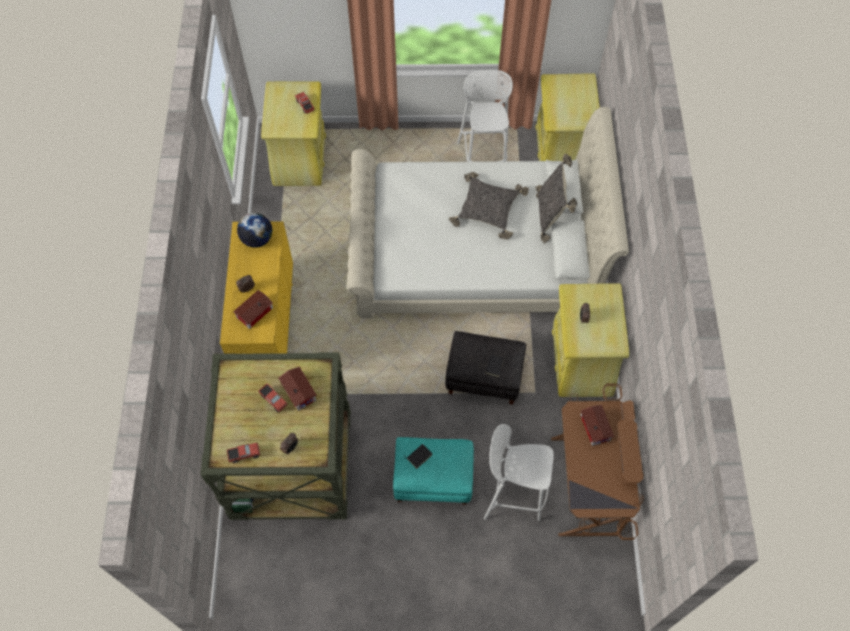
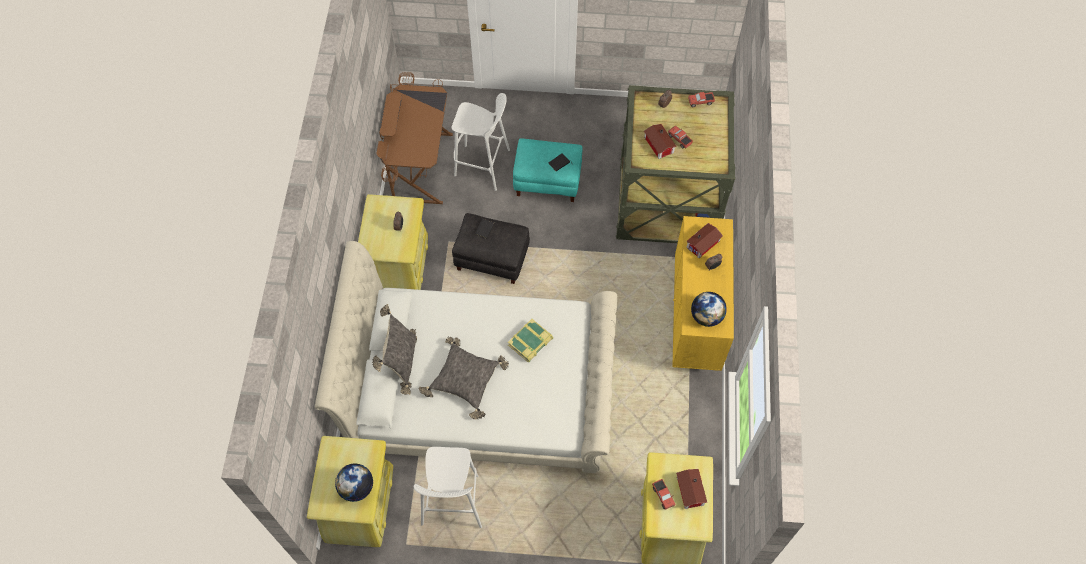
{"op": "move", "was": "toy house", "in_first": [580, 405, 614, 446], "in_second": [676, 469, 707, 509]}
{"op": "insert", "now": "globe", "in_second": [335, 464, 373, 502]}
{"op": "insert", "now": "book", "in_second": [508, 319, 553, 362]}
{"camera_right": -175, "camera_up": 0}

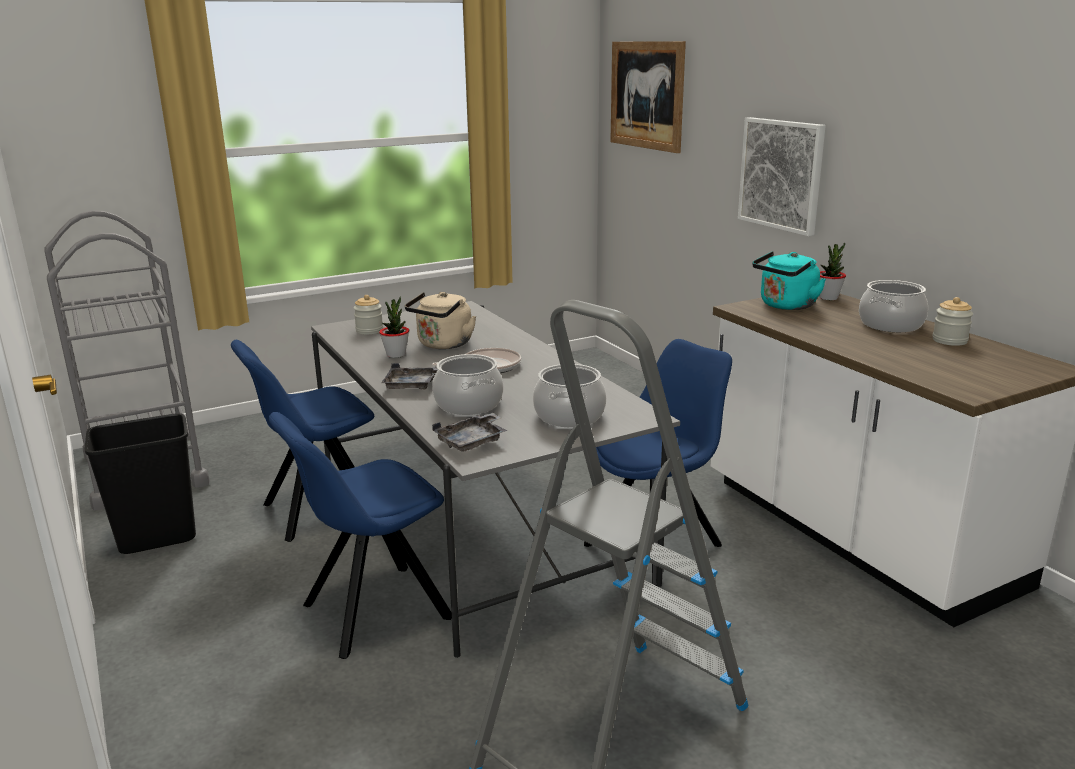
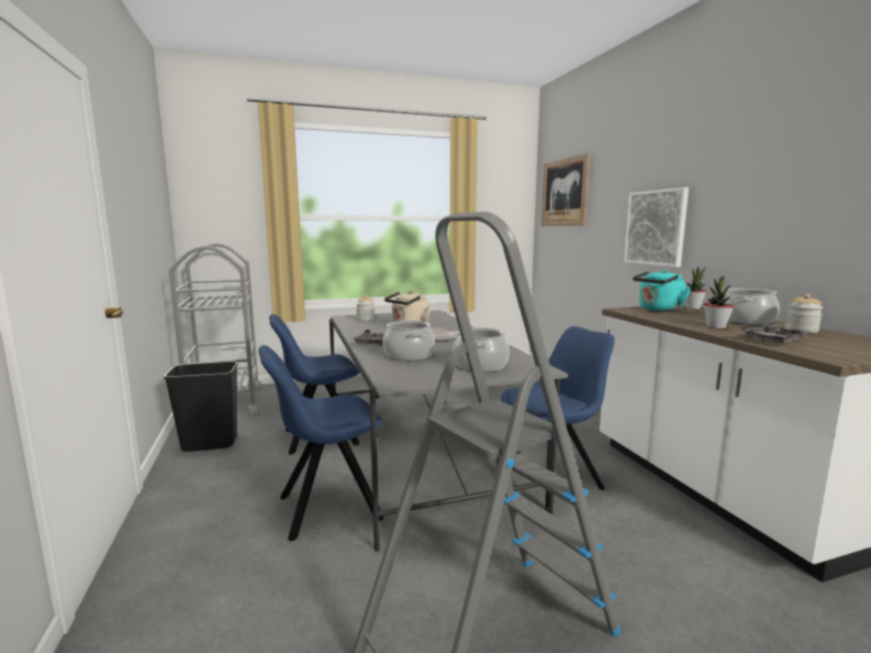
{"op": "move", "was": "potted plant", "in_first": [379, 296, 409, 358], "in_second": [704, 276, 734, 329]}
{"op": "move", "was": "tray (grey)", "in_first": [432, 413, 507, 452], "in_second": [741, 325, 809, 344]}
{"camera_right": 10, "camera_up": -10}

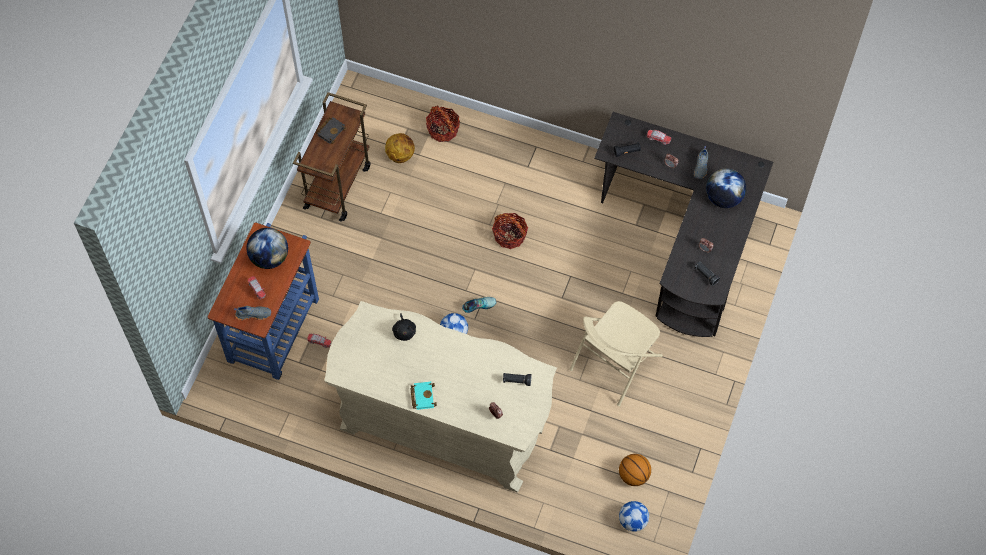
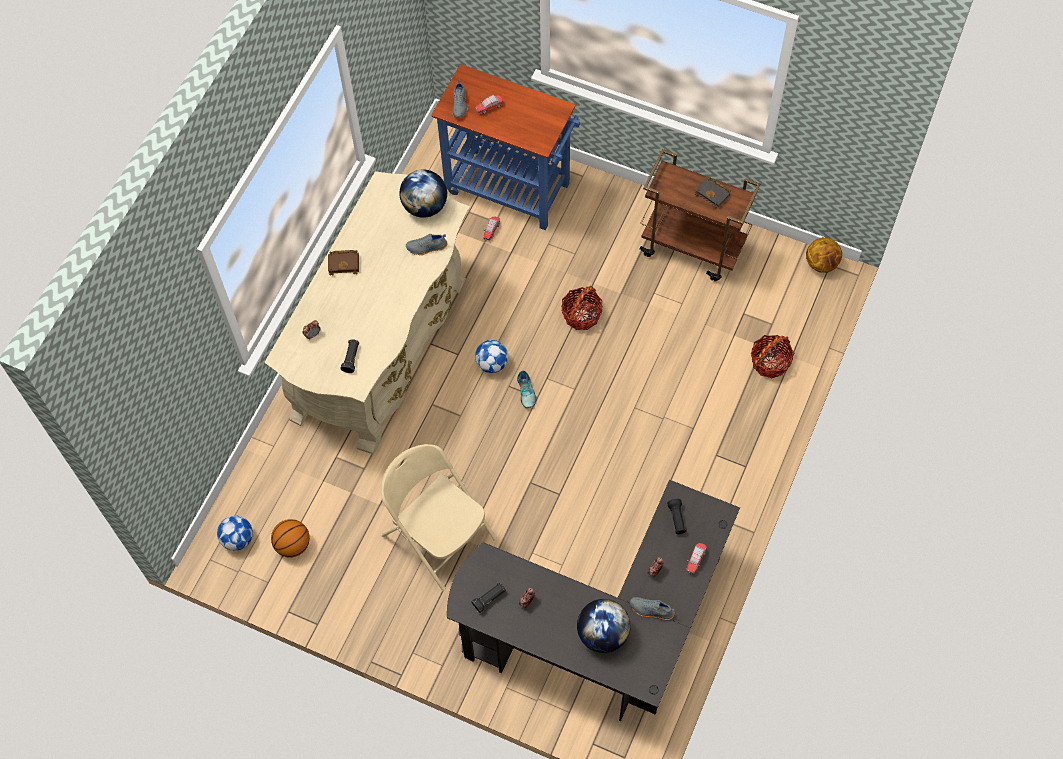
{"op": "move", "was": "globe", "in_first": [246, 228, 288, 269], "in_second": [399, 170, 447, 218]}
{"op": "move", "was": "basketball", "in_first": [385, 133, 415, 163], "in_second": [806, 237, 842, 273]}
{"op": "replace", "was": "plush toy (black)", "now": "shoe (grey)", "in_first": [392, 313, 416, 341], "in_second": [406, 234, 448, 255]}
{"op": "recolor", "was": "book (turquoise)", "now": "book (brown)", "in_first": [410, 382, 437, 410], "in_second": [328, 250, 359, 276]}
{"op": "move", "was": "basket", "in_first": [492, 213, 528, 249], "in_second": [561, 286, 603, 330]}
{"camera_right": 95, "camera_up": 0}

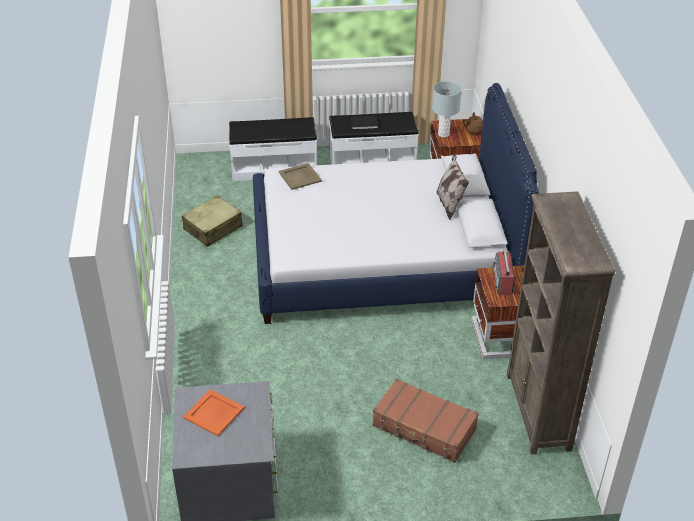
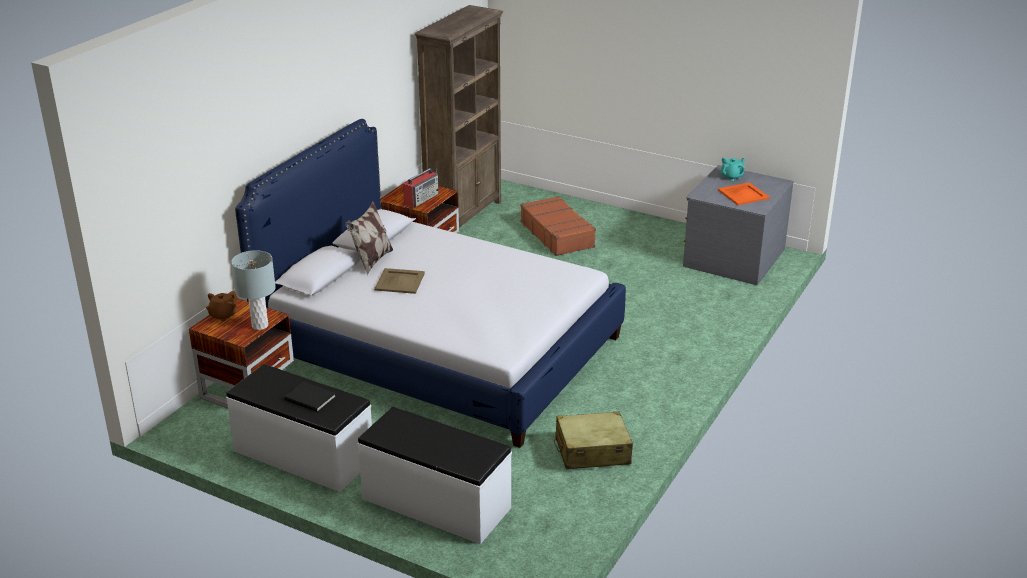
{"op": "move", "was": "tray (beige)", "in_first": [279, 163, 322, 190], "in_second": [374, 268, 425, 294]}
{"op": "insert", "now": "teapot (turquoise)", "in_second": [721, 157, 745, 181]}
{"camera_right": -145, "camera_up": -10}

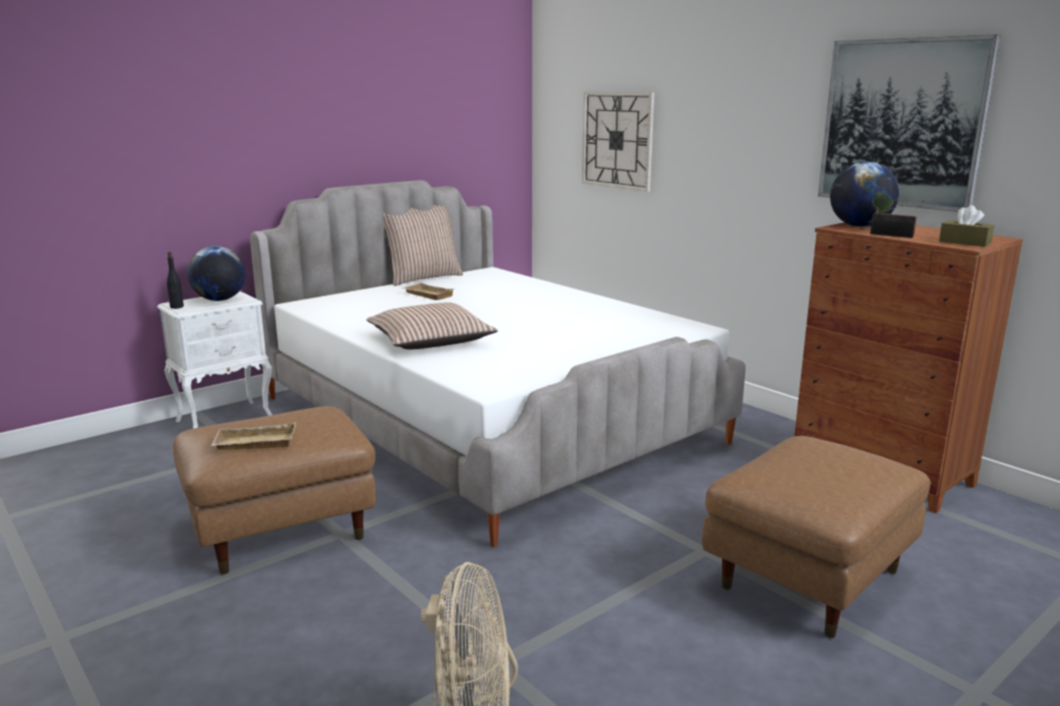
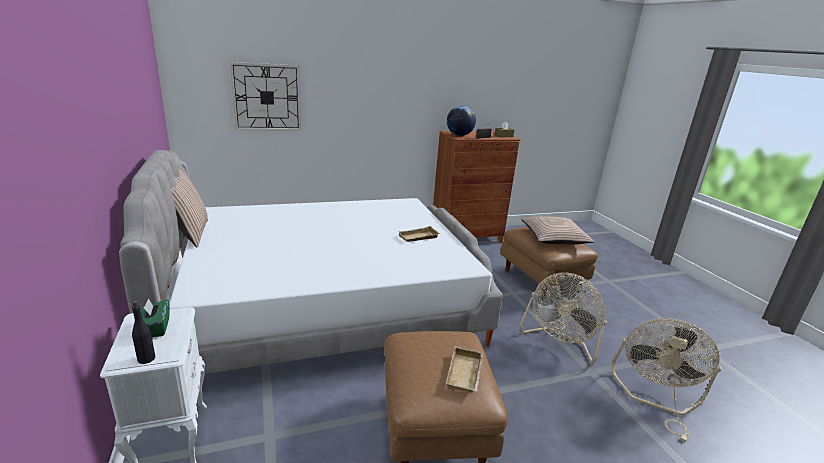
{"op": "replace", "was": "globe", "now": "tissue box (green)", "in_first": [187, 246, 246, 301], "in_second": [141, 298, 170, 337]}
{"op": "move", "was": "pillow", "in_first": [366, 303, 498, 350], "in_second": [521, 216, 595, 245]}
{"op": "move", "was": "tray (beige)", "in_first": [404, 283, 454, 300], "in_second": [398, 226, 440, 242]}
{"op": "delete", "was": "picture", "in_first": [818, 34, 1001, 212]}
{"op": "insert", "now": "fan (beige)", "in_second": [520, 272, 607, 366]}
{"camera_right": -70, "camera_up": 5}

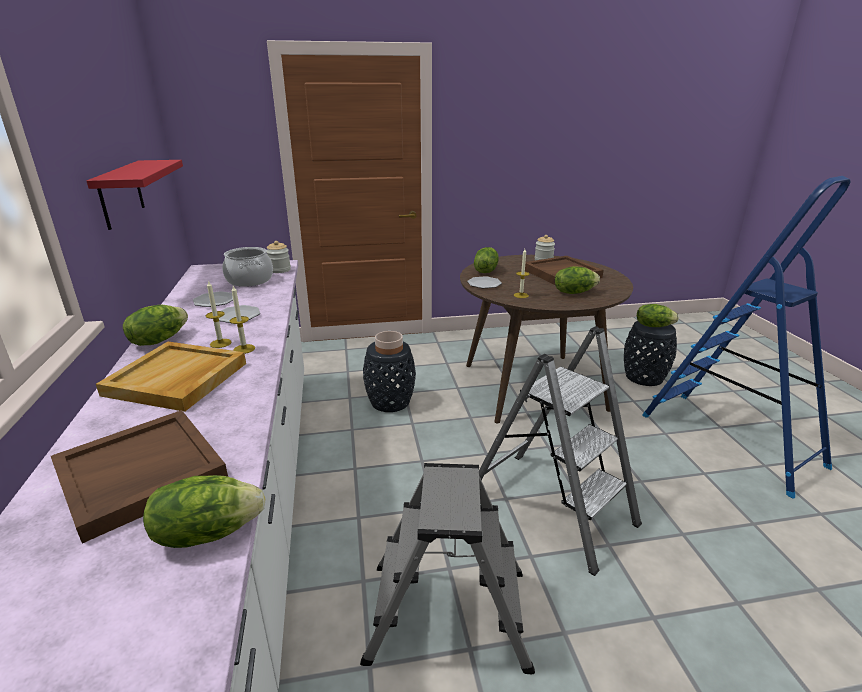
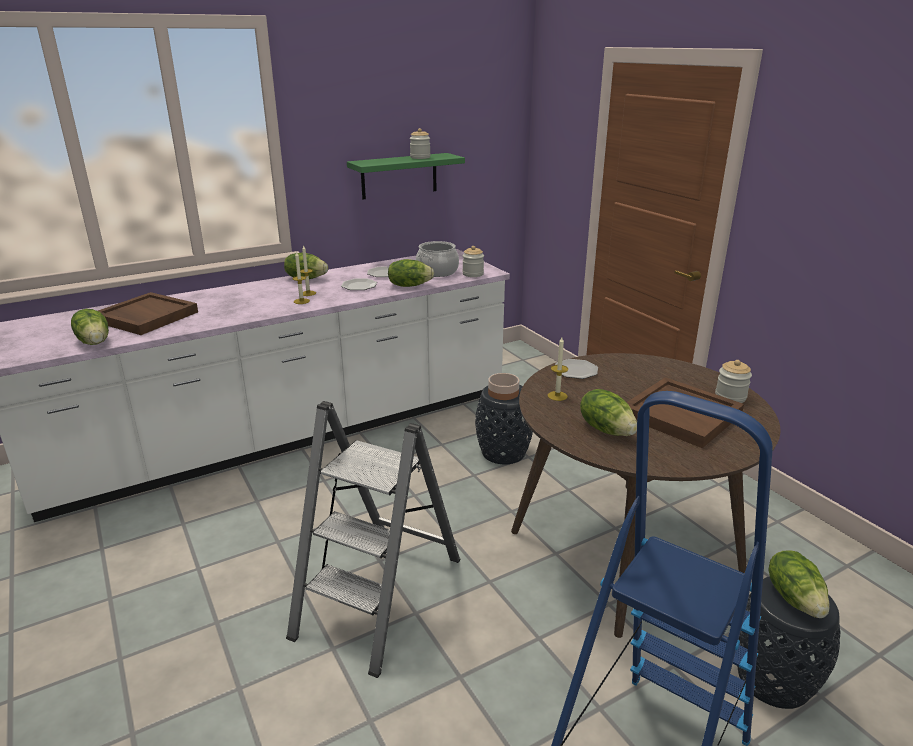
{"op": "recolor", "was": "shelf (red)", "now": "shelf (green)", "in_first": [87, 160, 183, 230], "in_second": [347, 153, 465, 199]}
{"op": "delete", "was": "tray (beige)", "in_first": [96, 342, 246, 412]}
{"op": "delete", "was": "step ladder (grey)", "in_first": [360, 463, 535, 674]}
{"op": "move", "was": "lettuce", "in_first": [474, 247, 499, 273], "in_second": [388, 259, 434, 287]}
{"op": "insert", "now": "jar", "in_second": [410, 128, 430, 159]}
{"camera_right": 70, "camera_up": 0}

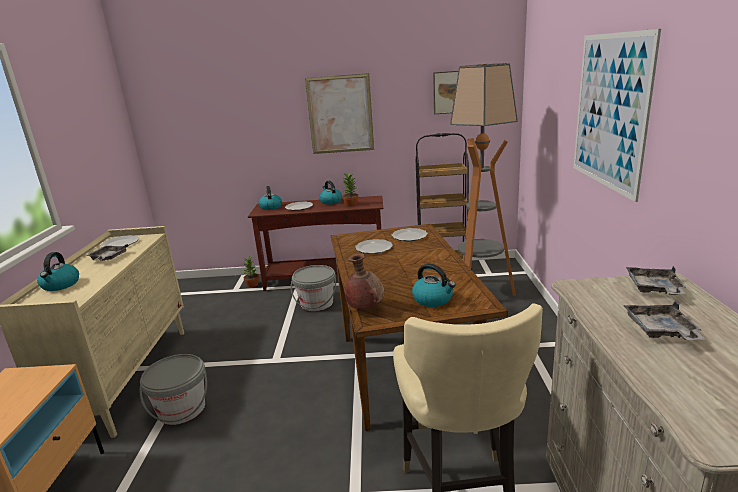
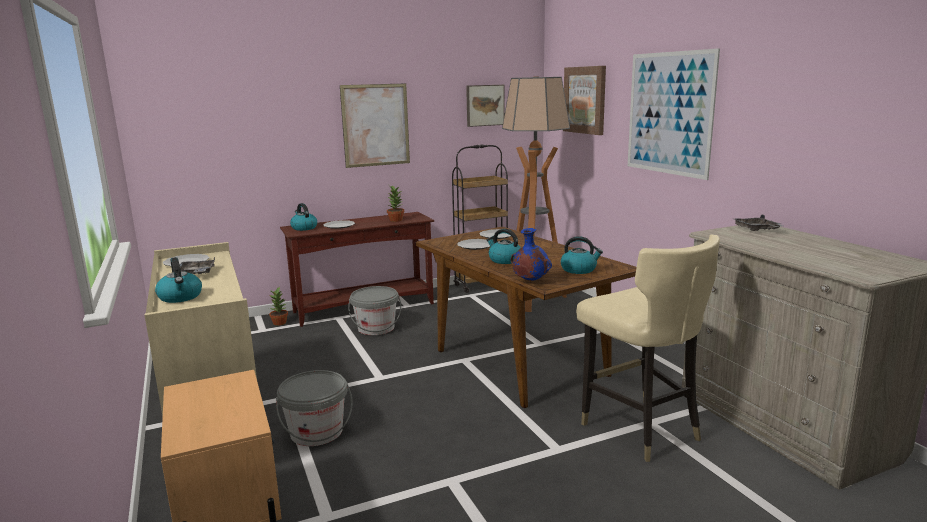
{"op": "move", "was": "kettle", "in_first": [319, 180, 342, 205], "in_second": [487, 229, 521, 264]}
{"op": "recolor", "was": "vase (brown)", "now": "vase (blue)", "in_first": [345, 253, 384, 309], "in_second": [511, 228, 552, 281]}
{"op": "delete", "was": "tray (grey)", "in_first": [623, 301, 705, 340]}
{"op": "insert", "now": "picture", "in_second": [563, 66, 606, 135]}
{"camera_right": -25, "camera_up": -5}

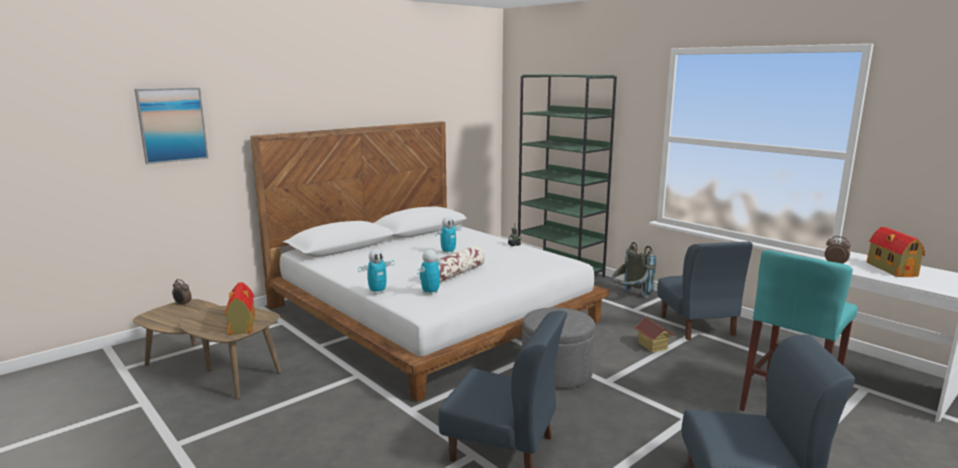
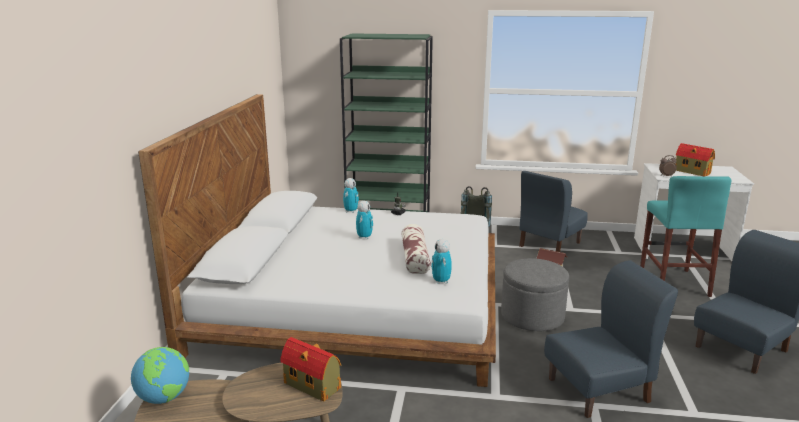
{"op": "delete", "was": "picture", "in_first": [135, 88, 209, 164]}
{"op": "replace", "was": "alarm clock", "now": "globe", "in_first": [172, 279, 192, 306], "in_second": [131, 347, 189, 404]}
{"op": "move", "was": "toy robot", "in_first": [358, 249, 395, 294], "in_second": [343, 178, 359, 213]}
{"op": "rotate", "was": "chair (blue)", "in_first": [657, 242, 753, 340], "in_second": [519, 171, 588, 252], "clockwise": 90}
{"camera_right": -40, "camera_up": 5}

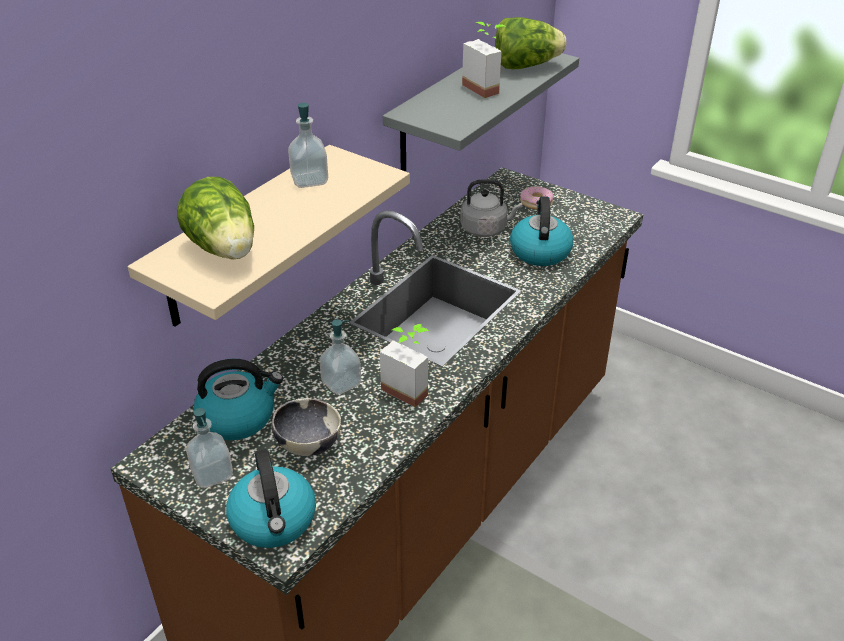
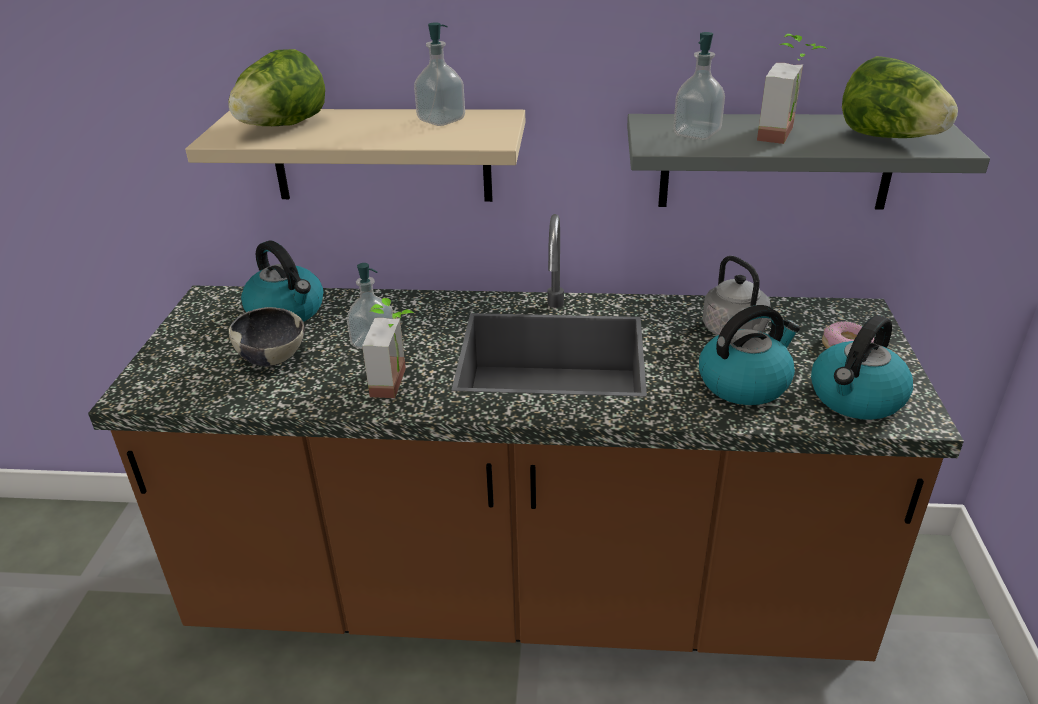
{"op": "move", "was": "soap dispenser", "in_first": [186, 408, 233, 488], "in_second": [673, 32, 725, 140]}
{"op": "move", "was": "kettle", "in_first": [226, 449, 316, 548], "in_second": [811, 315, 913, 420]}
{"camera_right": 60, "camera_up": -5}

